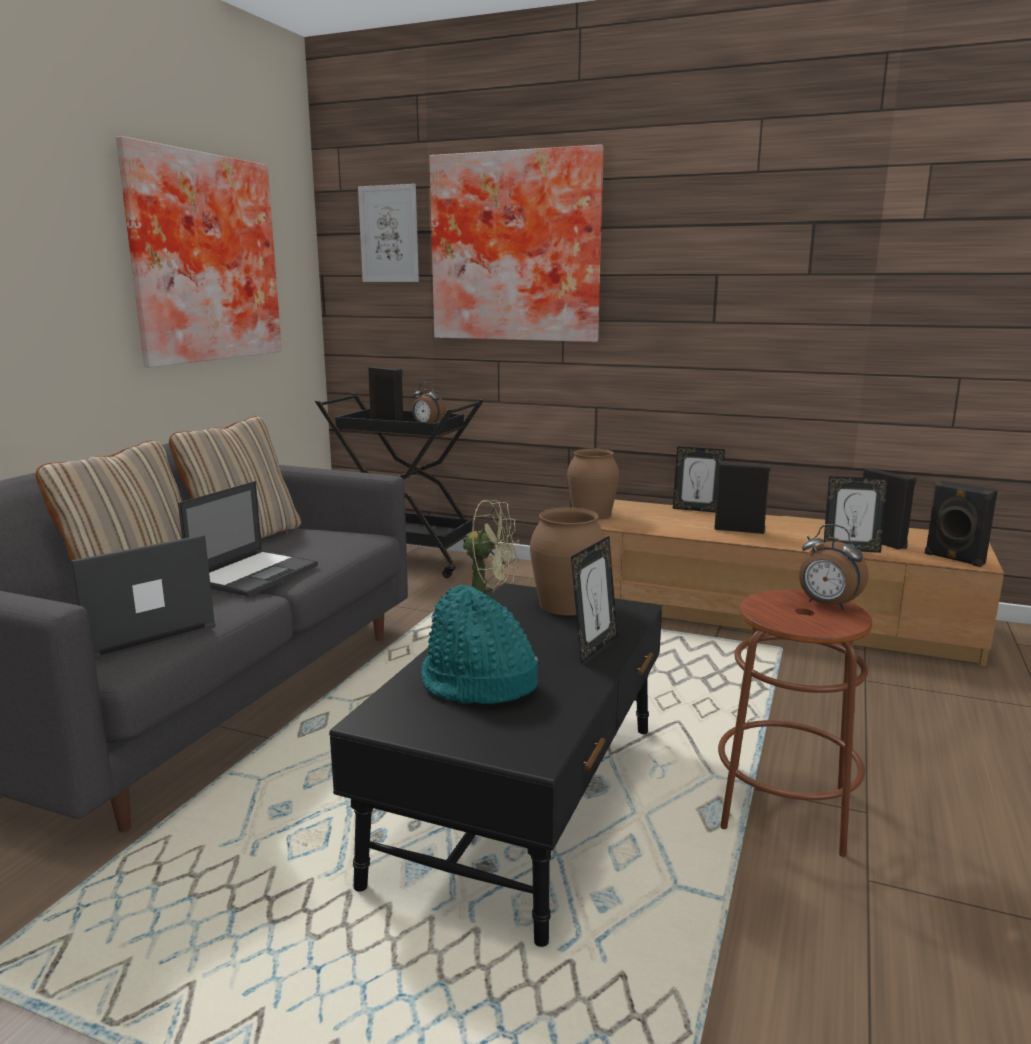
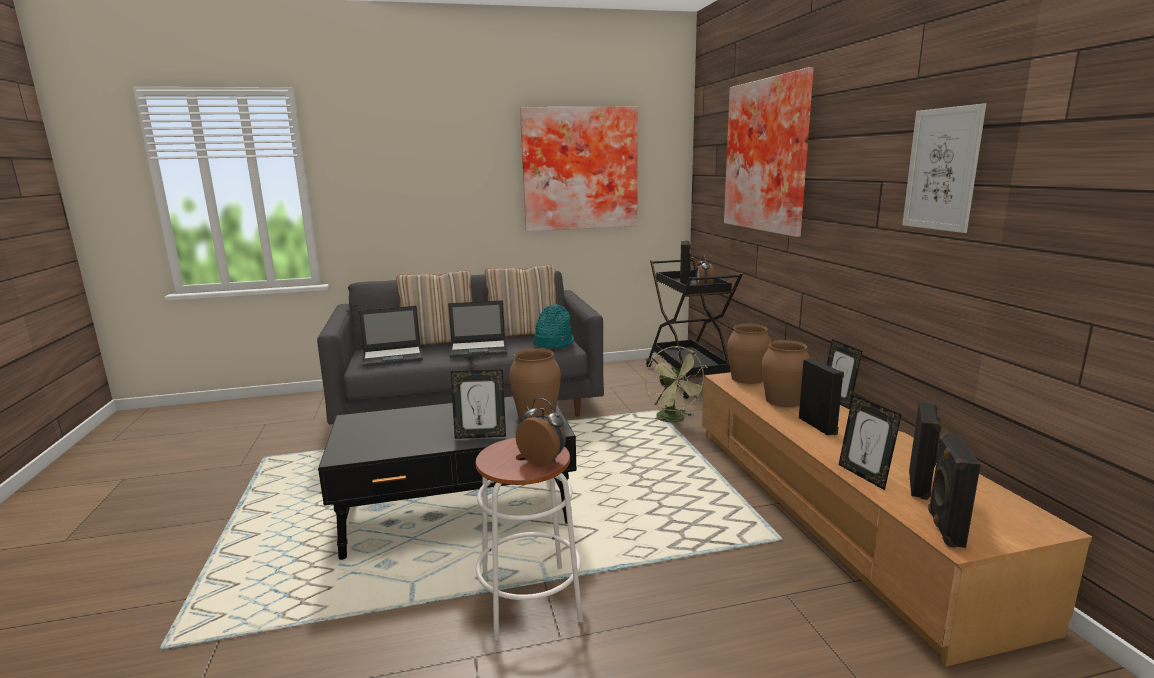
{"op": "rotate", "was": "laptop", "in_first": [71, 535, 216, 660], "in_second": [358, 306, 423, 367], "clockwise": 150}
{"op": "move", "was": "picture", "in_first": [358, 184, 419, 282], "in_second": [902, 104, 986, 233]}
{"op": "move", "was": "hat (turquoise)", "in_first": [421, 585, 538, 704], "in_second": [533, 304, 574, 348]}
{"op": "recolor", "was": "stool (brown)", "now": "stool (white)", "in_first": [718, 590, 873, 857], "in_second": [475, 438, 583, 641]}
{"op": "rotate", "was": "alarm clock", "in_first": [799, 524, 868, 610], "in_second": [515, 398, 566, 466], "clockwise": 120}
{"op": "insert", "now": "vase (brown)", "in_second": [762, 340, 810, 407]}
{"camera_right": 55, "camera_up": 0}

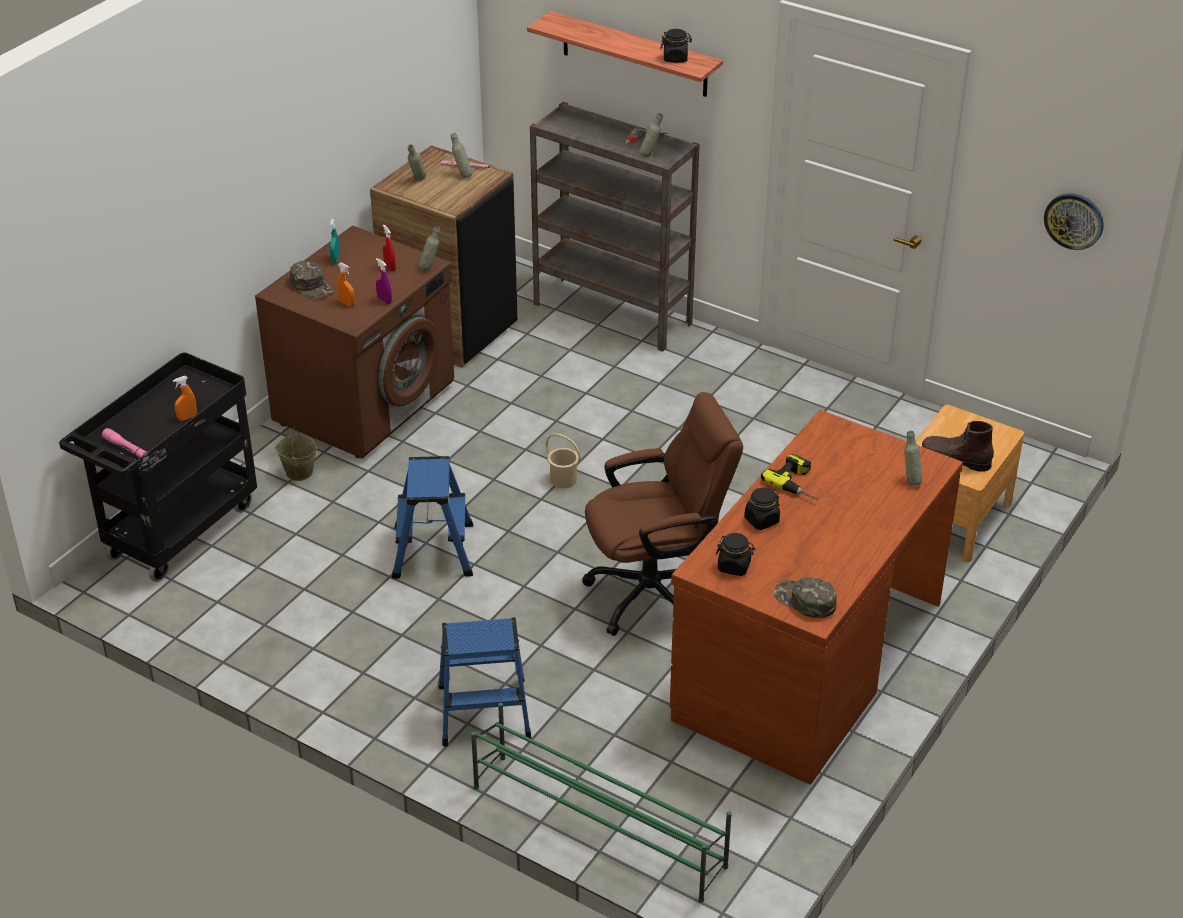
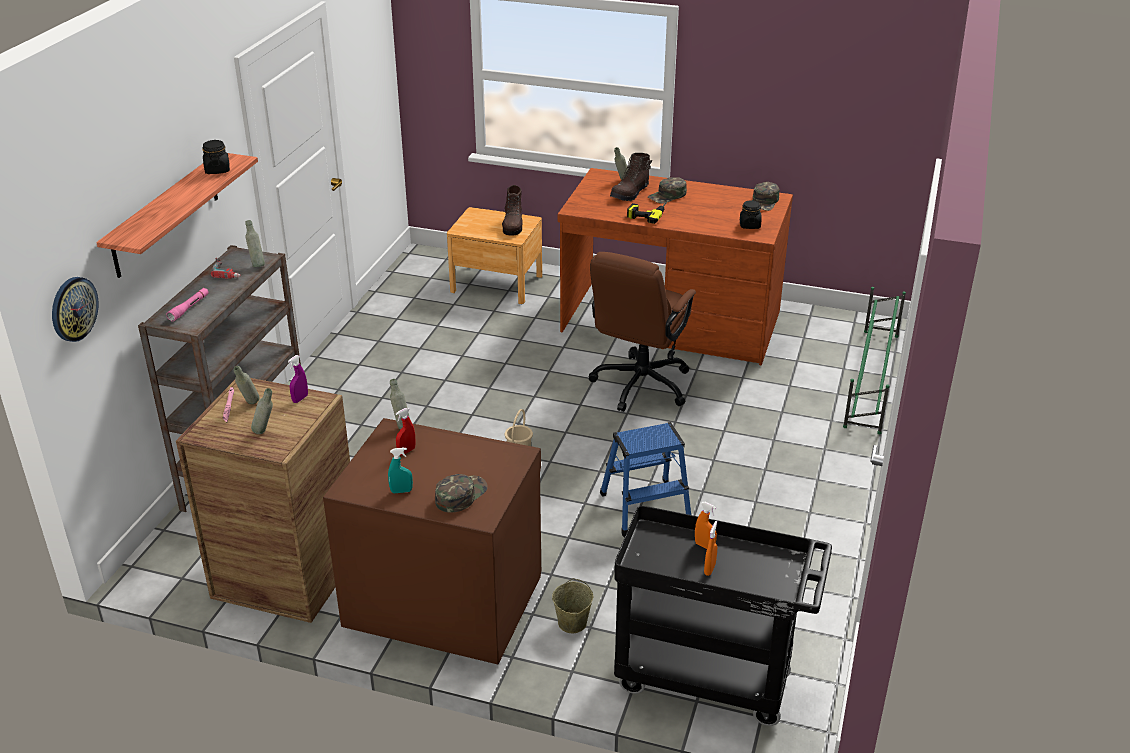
{"op": "move", "was": "flashlight (pink)", "in_first": [102, 428, 147, 458], "in_second": [166, 288, 209, 321]}
{"op": "move", "was": "spray bottle (orange)", "in_first": [337, 263, 355, 306], "in_second": [704, 521, 717, 576]}
{"op": "move", "was": "spray bottle (purple)", "in_first": [376, 258, 392, 304], "in_second": [288, 355, 308, 403]}
{"op": "delete", "was": "step ladder (blue)", "in_first": [438, 617, 531, 747]}
{"op": "rotate", "was": "office chair (brown)", "in_first": [582, 392, 743, 636], "in_second": [588, 252, 696, 412], "clockwise": -120}
{"op": "delete", "was": "jar (black)", "in_first": [744, 488, 780, 530]}
{"op": "move", "was": "wall clock", "in_first": [1044, 193, 1104, 250], "in_second": [52, 277, 98, 342]}
{"op": "insert", "now": "boot (brown)", "in_second": [610, 153, 652, 201]}
{"op": "insert", "now": "cap (green)", "in_second": [648, 177, 687, 204]}
{"camera_right": -105, "camera_up": -5}

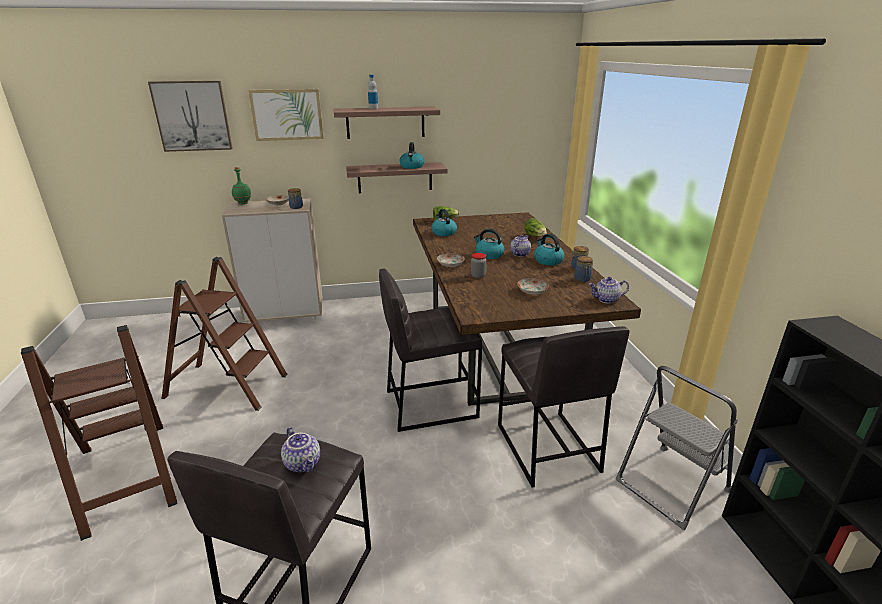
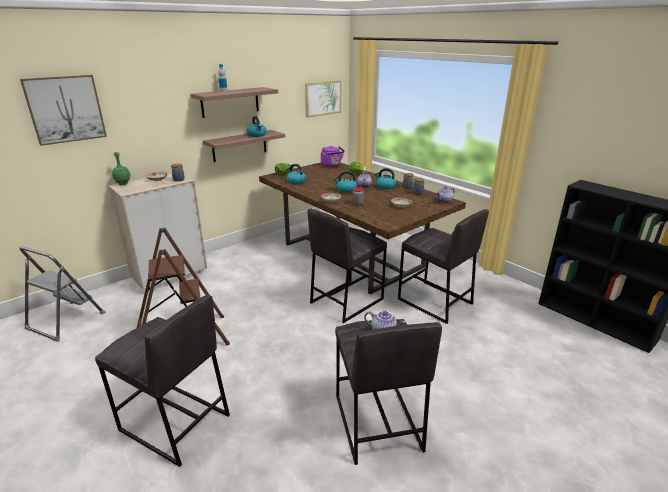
{"op": "replace", "was": "step ladder (brown)", "now": "stool (grey)", "in_first": [21, 325, 177, 541], "in_second": [95, 295, 230, 467]}
{"op": "move", "was": "picture", "in_first": [248, 89, 324, 141], "in_second": [305, 80, 341, 118]}
{"op": "move", "was": "step ladder (grey)", "in_first": [615, 366, 738, 530], "in_second": [19, 247, 106, 342]}
{"op": "insert", "now": "kettle (purple)", "in_second": [321, 146, 344, 167]}
{"camera_right": -30, "camera_up": 0}

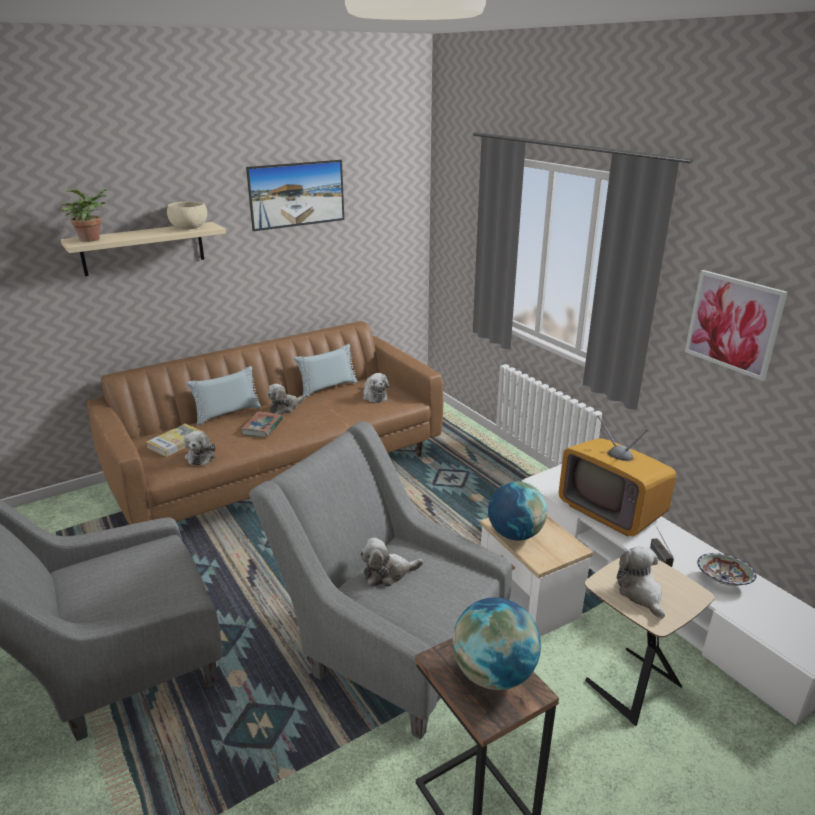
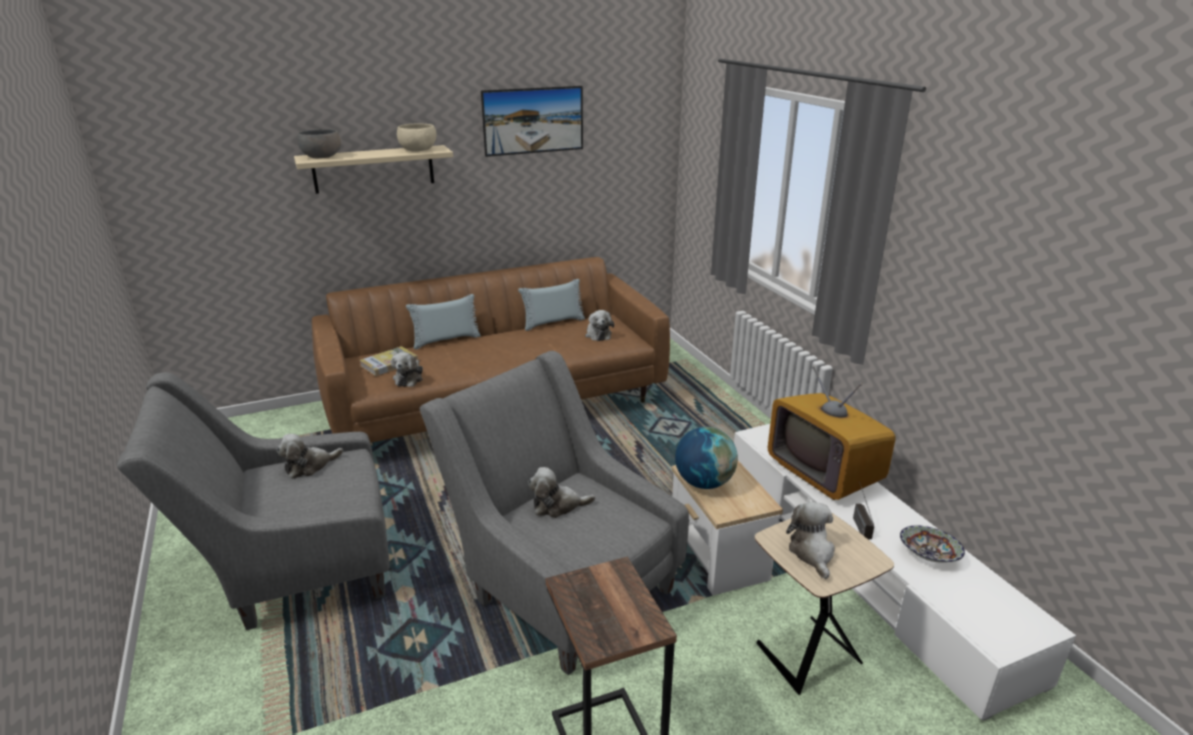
{"op": "replace", "was": "potted plant", "now": "bowl (grey)", "in_first": [61, 189, 109, 242], "in_second": [297, 129, 341, 158]}
{"op": "delete", "was": "book", "in_first": [241, 411, 283, 437]}
{"op": "move", "was": "plush toy", "in_first": [267, 384, 305, 415], "in_second": [277, 434, 343, 479]}
{"op": "delete", "was": "globe", "in_first": [452, 597, 541, 690]}
{"op": "delete", "was": "picture", "in_first": [685, 270, 788, 381]}
{"camera_right": 10, "camera_up": 0}

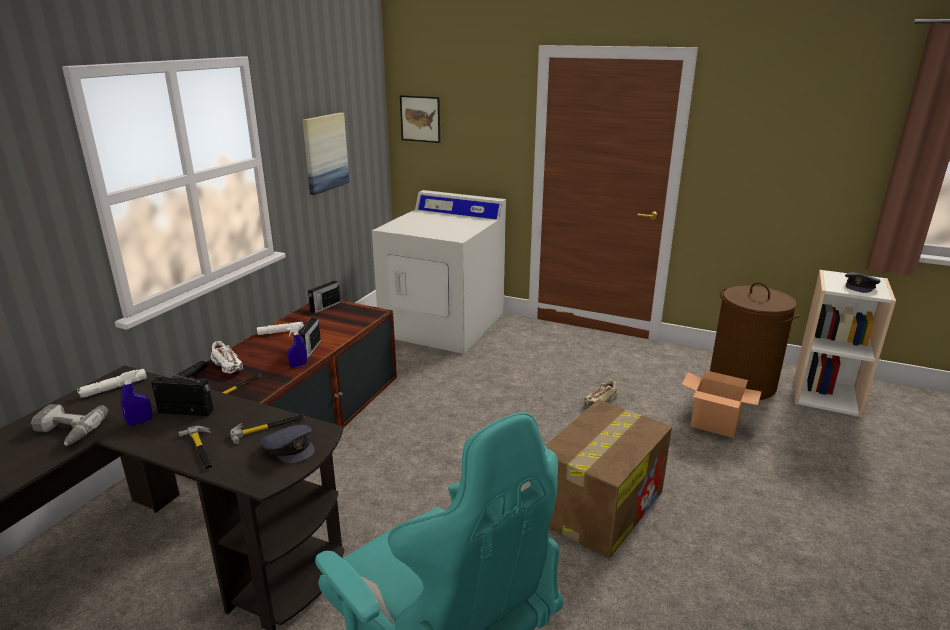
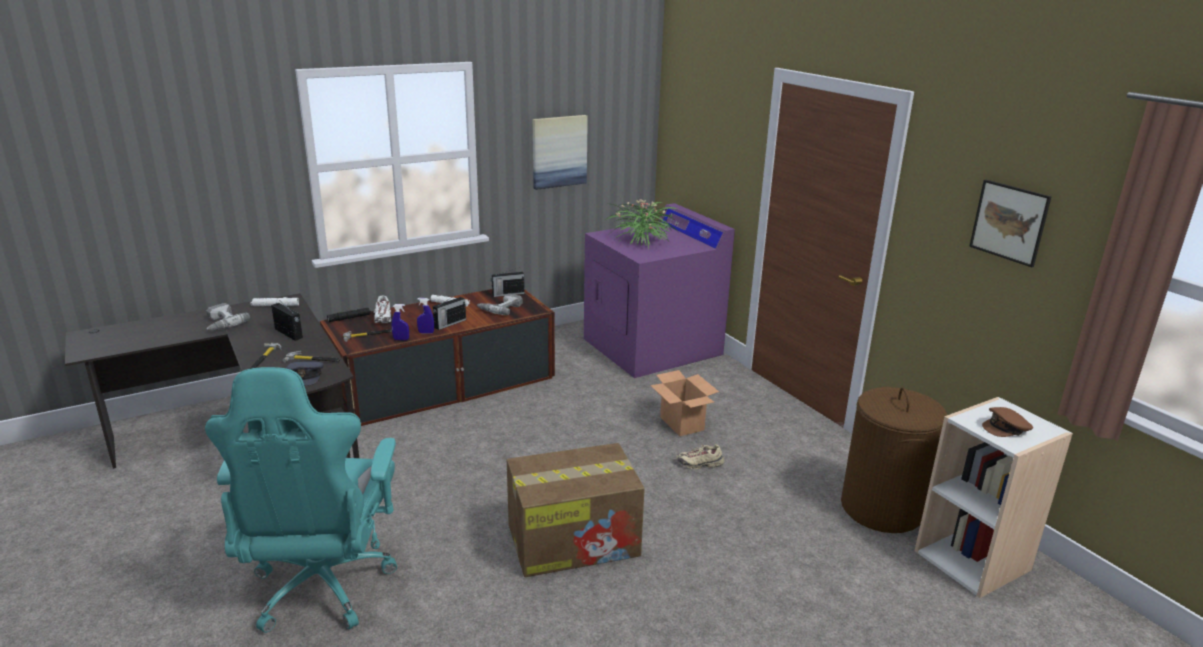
{"op": "move", "was": "spray bottle (blue)", "in_first": [119, 370, 152, 426], "in_second": [392, 304, 409, 340]}
{"op": "recolor", "was": "washing machine (white)", "now": "washing machine (purple)", "in_first": [372, 190, 506, 354], "in_second": [584, 203, 735, 378]}
{"op": "move", "was": "picture", "in_first": [400, 95, 440, 143], "in_second": [969, 180, 1052, 267]}
{"op": "move", "was": "cardboard box", "in_first": [682, 370, 762, 438], "in_second": [650, 370, 719, 436]}
{"op": "recolor", "was": "cap (grey)", "now": "cap (brown)", "in_first": [845, 272, 880, 293], "in_second": [982, 407, 1033, 437]}
{"op": "insert", "now": "power drill", "in_second": [477, 294, 522, 315]}
{"op": "insert", "now": "potted plant", "in_second": [606, 199, 677, 250]}
{"camera_right": 35, "camera_up": 0}

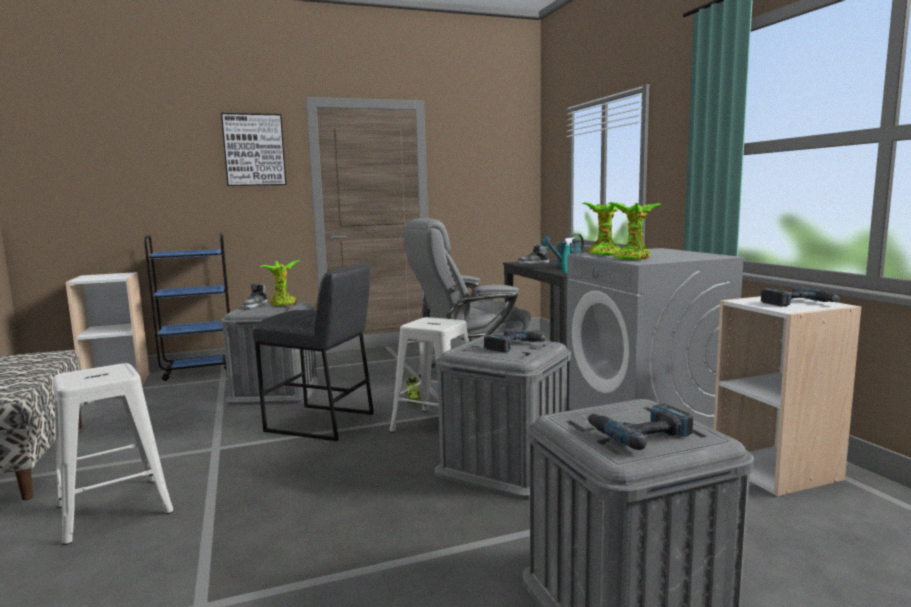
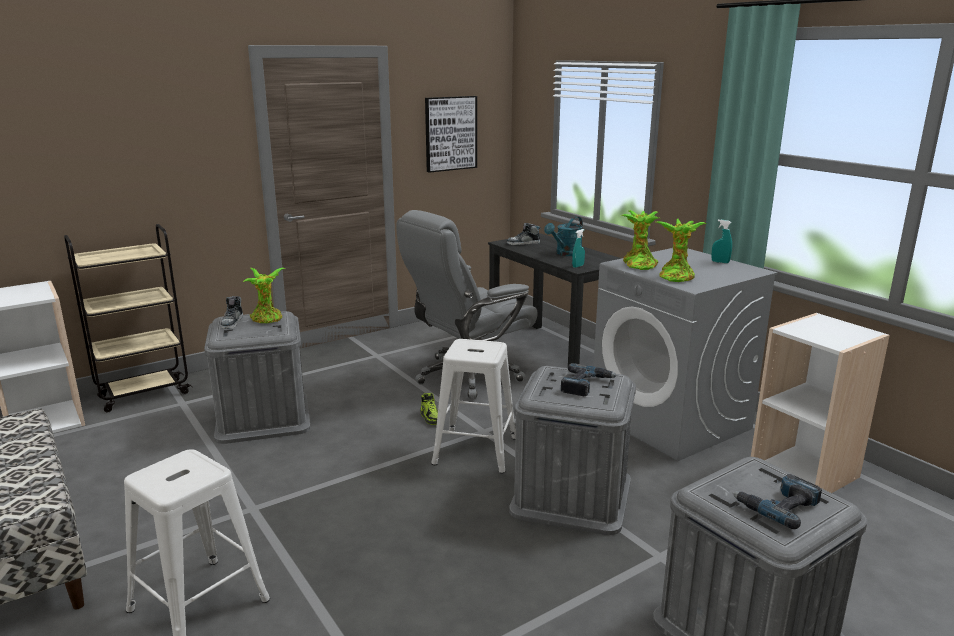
{"op": "recolor", "was": "cart (blue)", "now": "cart (beige)", "in_first": [144, 232, 230, 381], "in_second": [64, 224, 191, 413]}
{"op": "move", "was": "picture", "in_first": [221, 113, 286, 186], "in_second": [425, 96, 477, 173]}
{"op": "delete", "was": "stool (grey)", "in_first": [252, 264, 374, 441]}
{"op": "delete", "was": "power drill", "in_first": [761, 287, 840, 307]}
{"op": "insert", "now": "spray bottle (turquoise)", "in_second": [712, 219, 732, 263]}
{"camera_right": -15, "camera_up": 10}

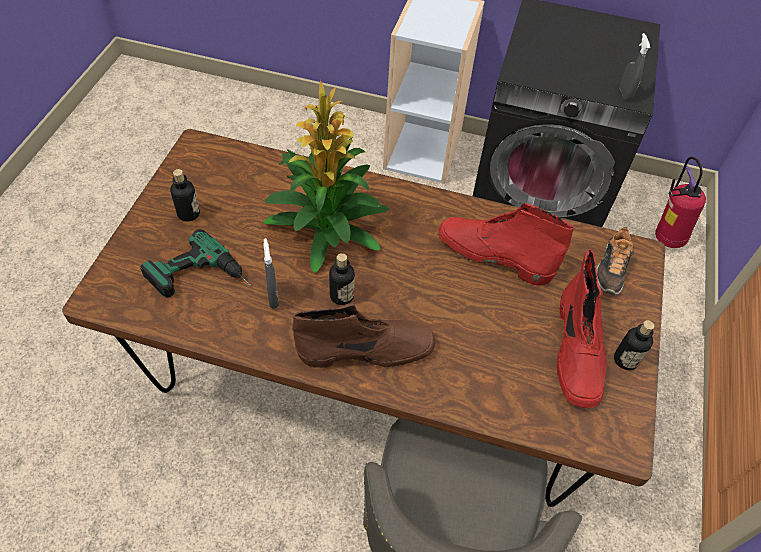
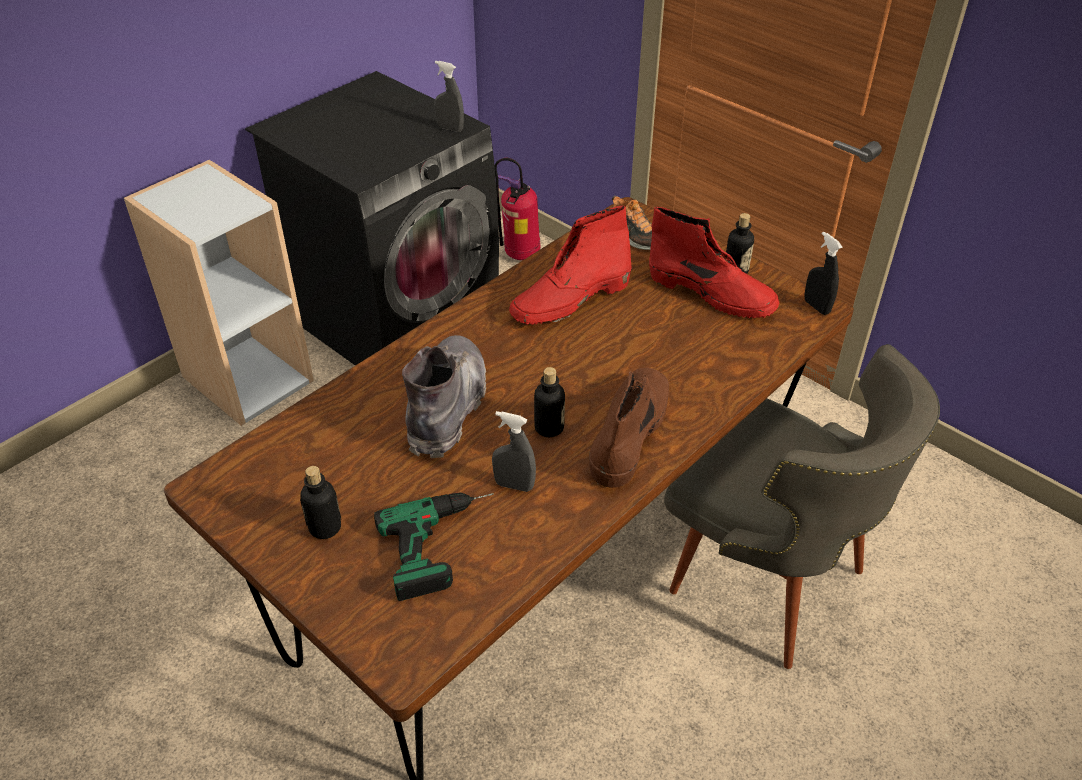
{"op": "replace", "was": "potted plant", "now": "boot (grey)", "in_first": [263, 80, 389, 273], "in_second": [402, 335, 486, 458]}
{"op": "insert", "now": "spray bottle (black)", "in_second": [805, 232, 842, 315]}
{"camera_right": -60, "camera_up": -10}

